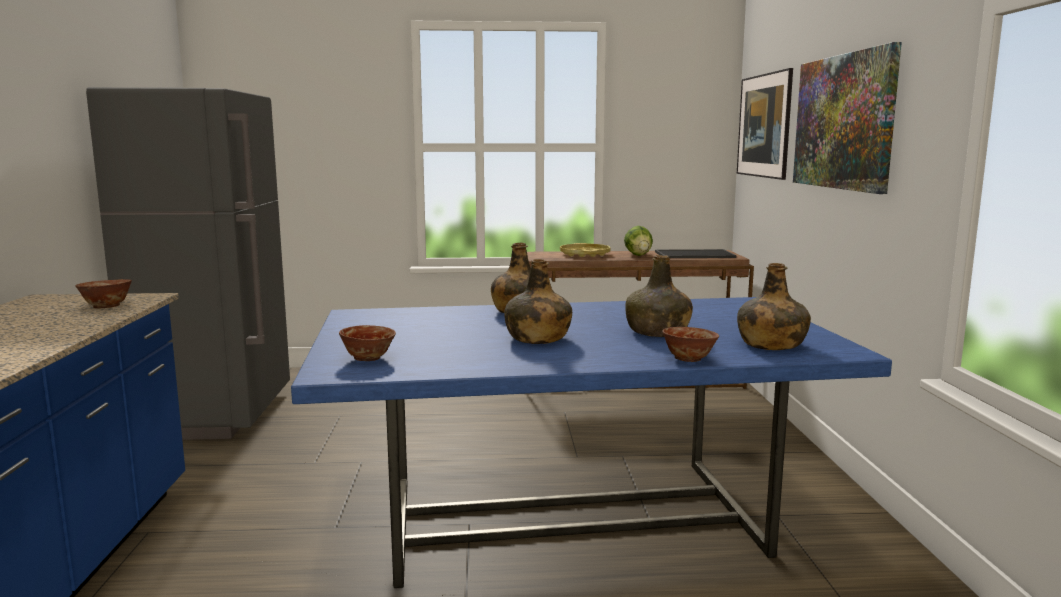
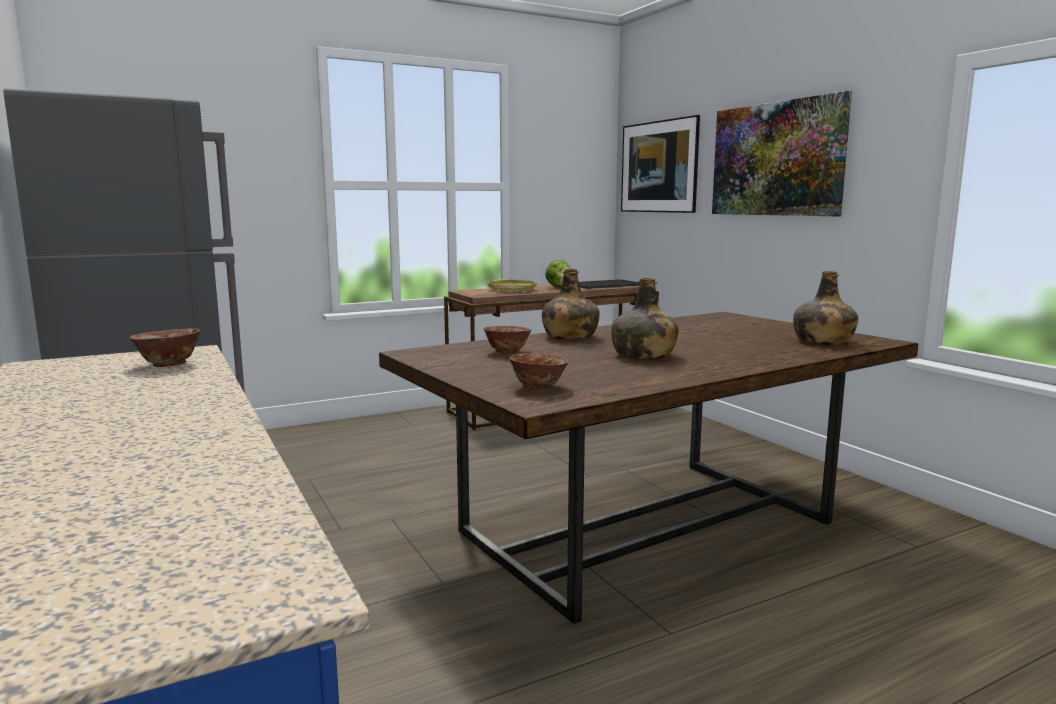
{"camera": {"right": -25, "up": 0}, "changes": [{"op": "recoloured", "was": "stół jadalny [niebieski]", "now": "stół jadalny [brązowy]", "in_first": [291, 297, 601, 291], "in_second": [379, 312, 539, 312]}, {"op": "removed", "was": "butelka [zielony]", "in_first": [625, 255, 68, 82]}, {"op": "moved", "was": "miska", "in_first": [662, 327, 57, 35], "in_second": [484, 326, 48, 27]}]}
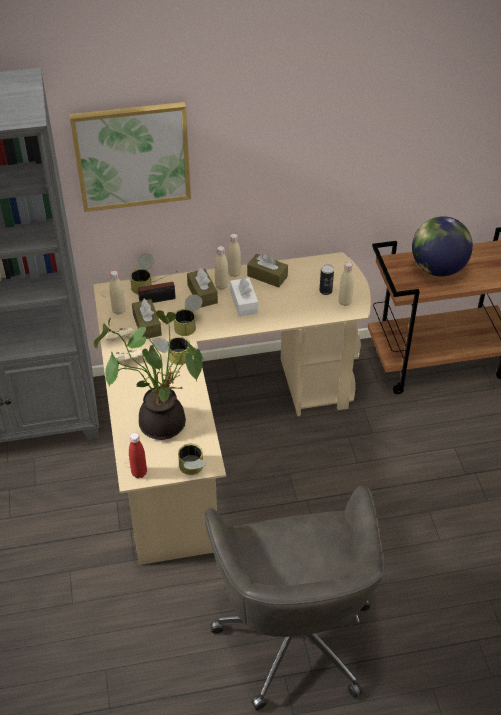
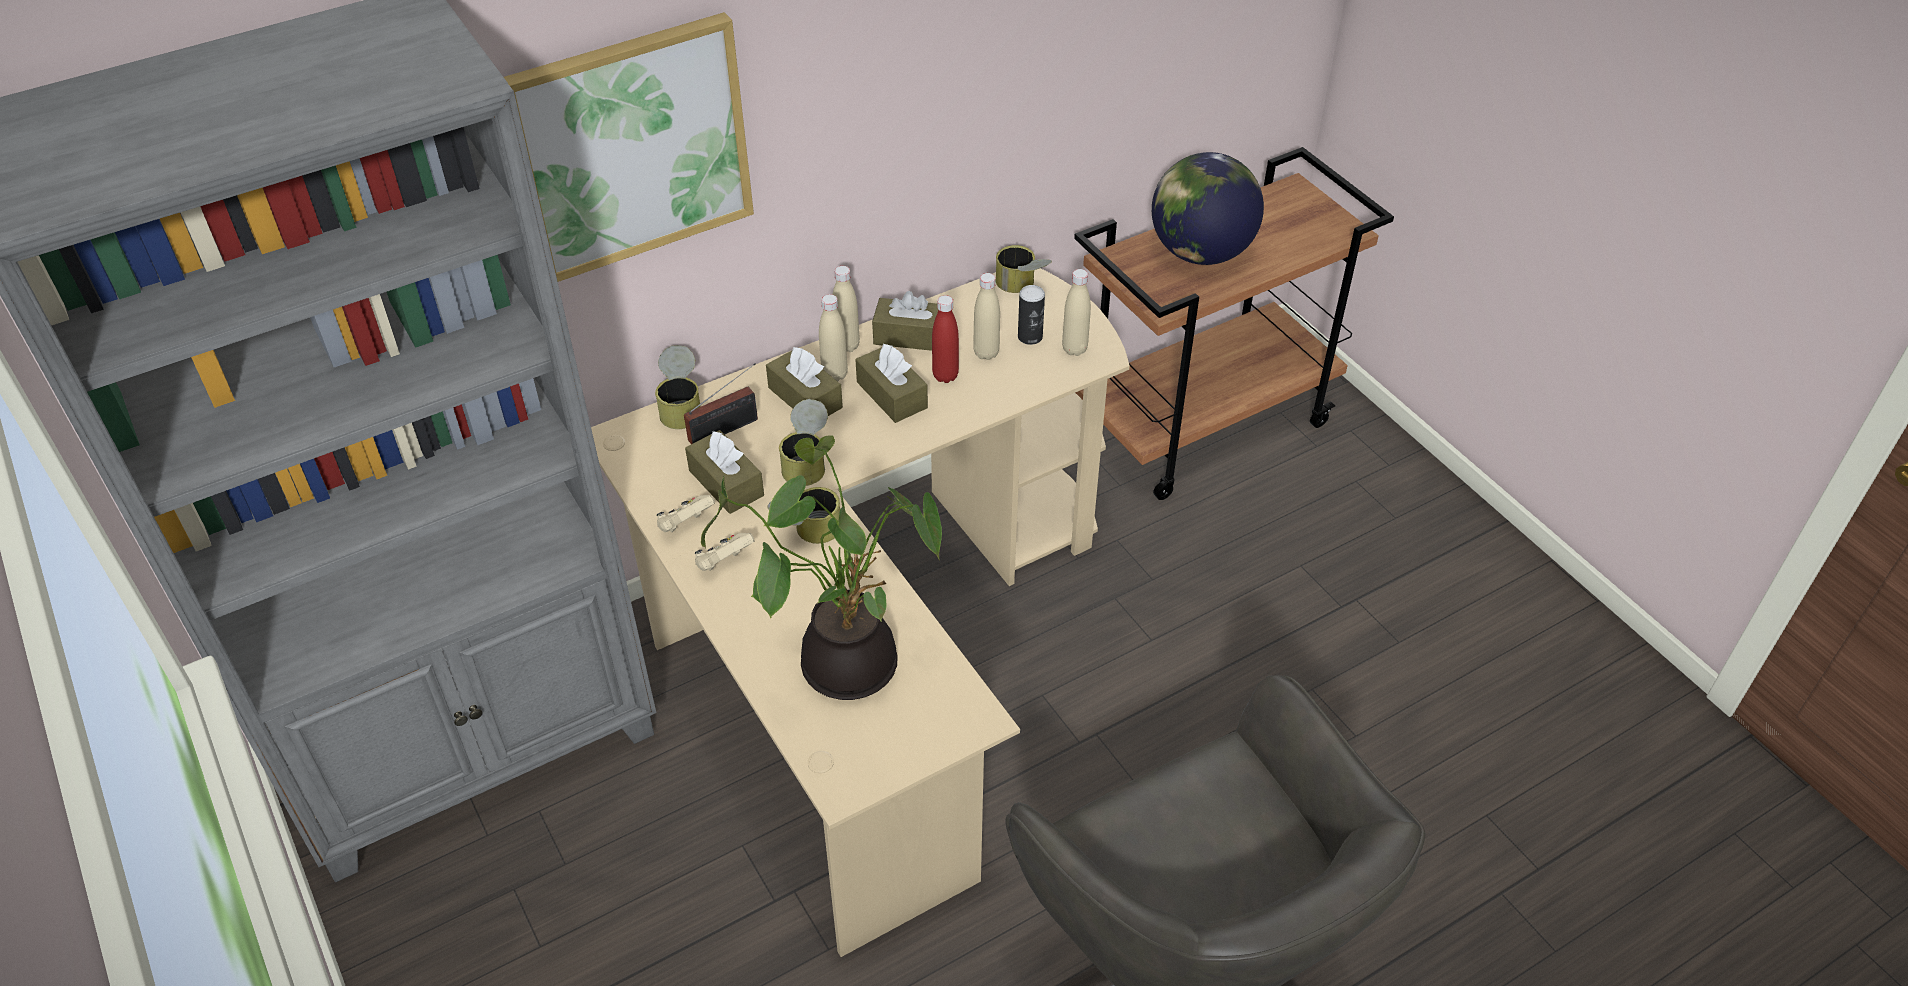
{"camera": {"right": -20, "up": 0}, "changes": [{"op": "moved", "was": "butelka [beżowy]", "in_first": [109, 270, 17, 45], "in_second": [973, 273, 27, 87]}, {"op": "moved", "was": "butelka [czerwony]", "in_first": [129, 432, 18, 46], "in_second": [932, 295, 27, 88]}, {"op": "moved", "was": "puszka", "in_first": [178, 444, 29, 31], "in_second": [996, 245, 56, 48]}, {"op": "recoloured", "was": "pudełko chusteczek [biały]", "now": "pudełko chusteczek [brązowy]", "in_first": [230, 277, 28, 40], "in_second": [855, 344, 73, 79]}]}
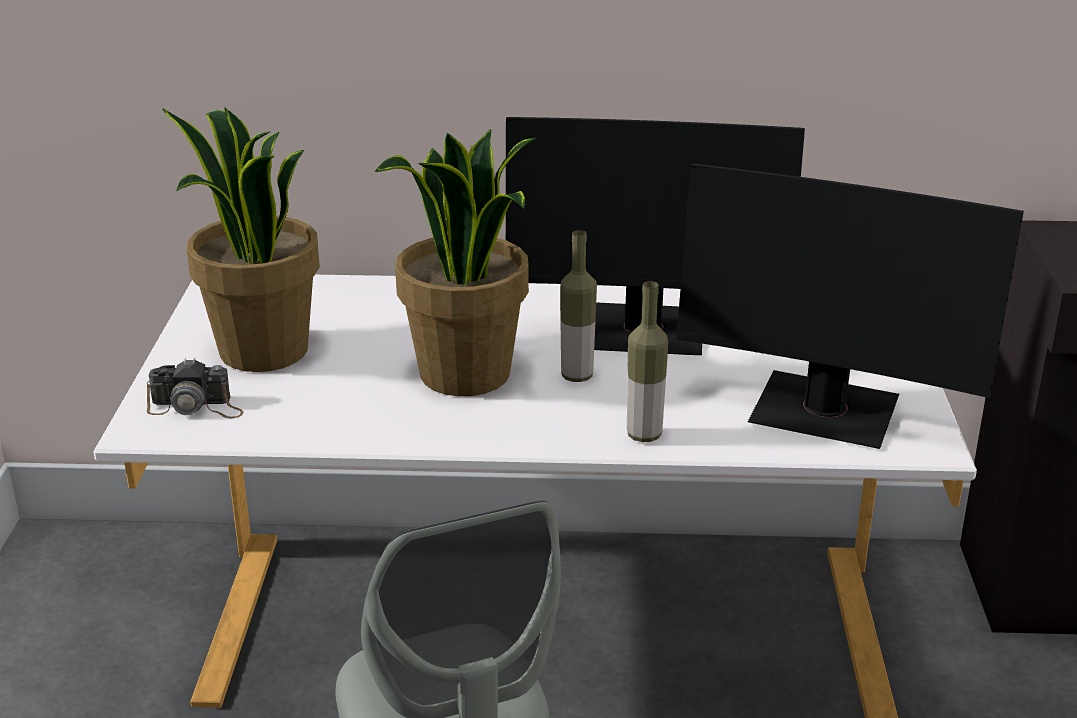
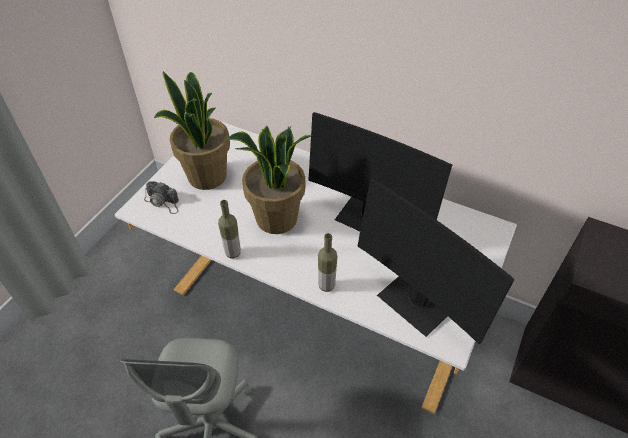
{"camera": {"right": 25, "up": 20}, "changes": [{"op": "moved", "was": "butelka", "in_first": [560, 230, 37, 152], "in_second": [218, 200, 23, 58]}]}
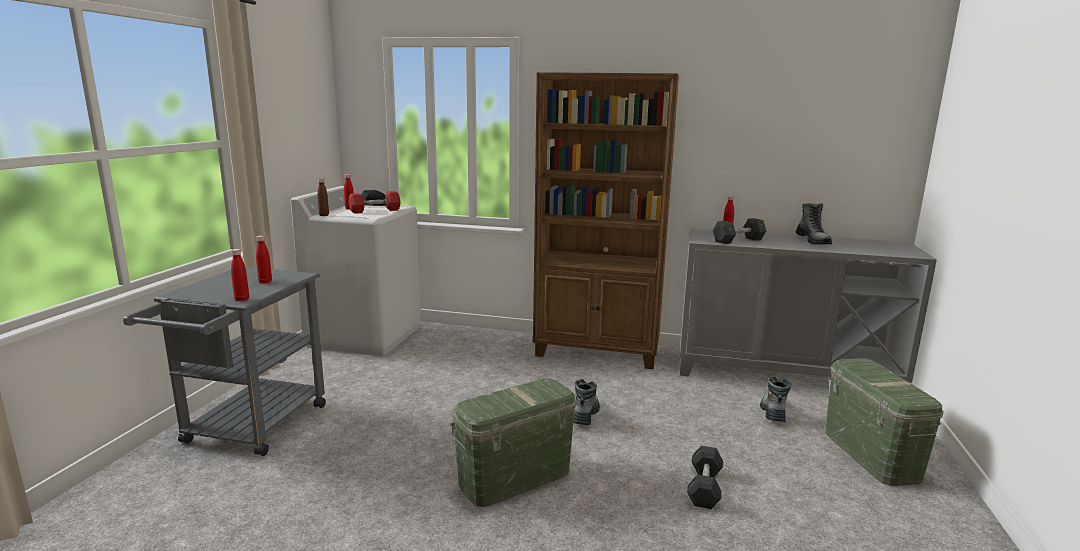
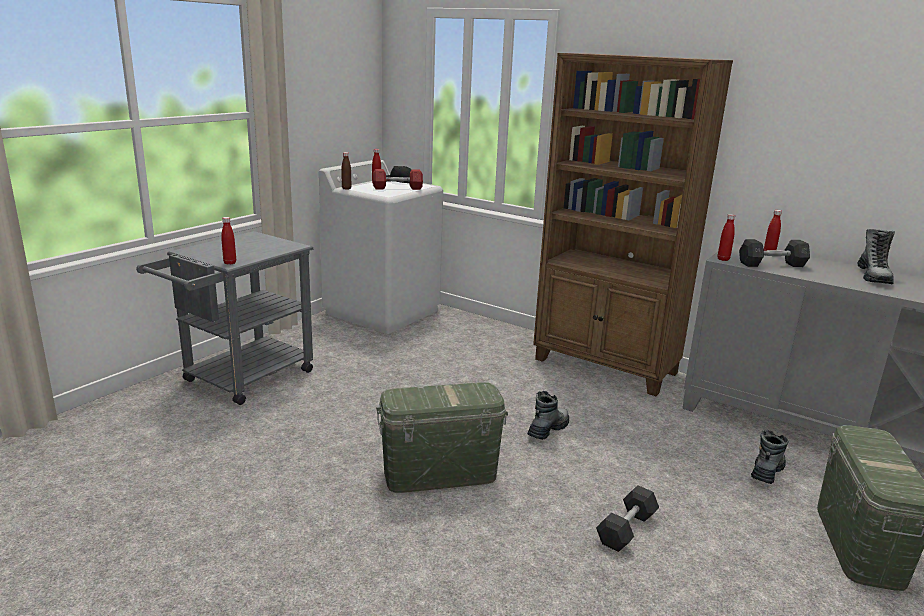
{"camera": {"right": 20, "up": 5}, "changes": [{"op": "moved", "was": "butelka [czerwony]", "in_first": [256, 236, 16, 47], "in_second": [718, 214, 17, 47]}]}
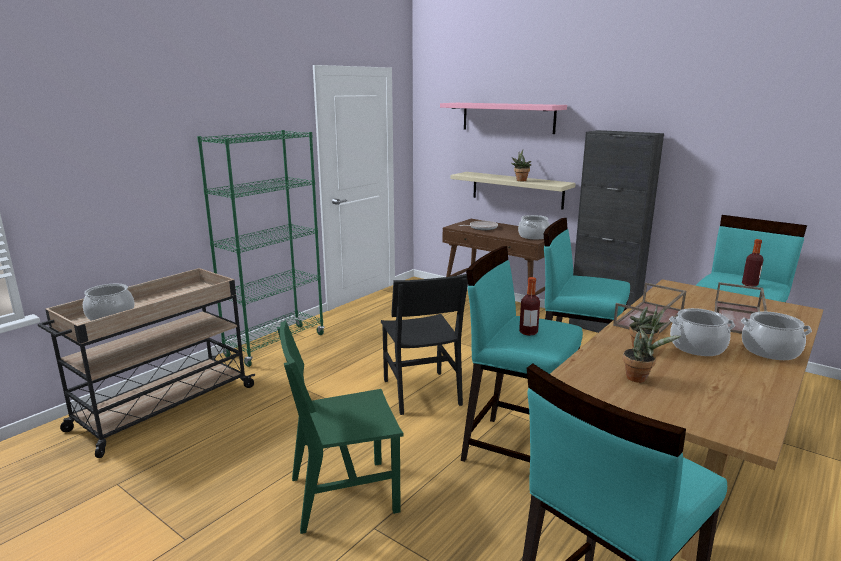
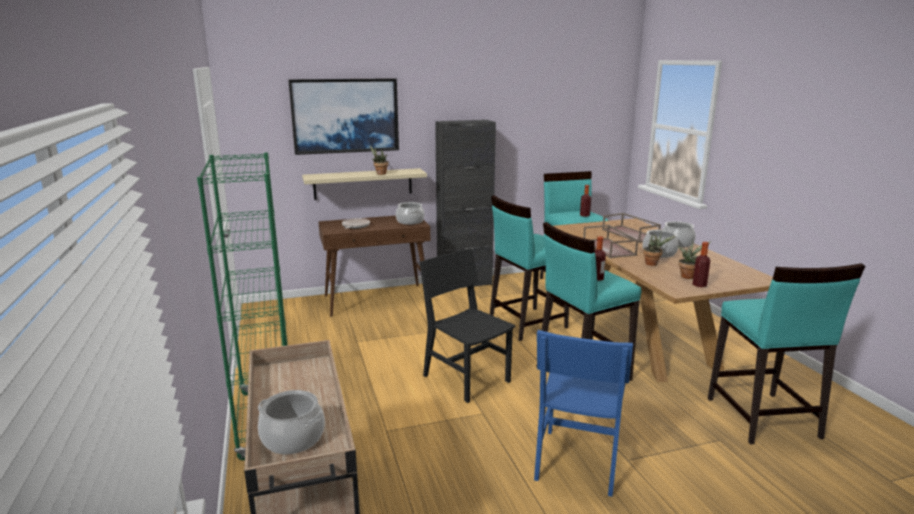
{"camera": {"right": -55, "up": 0}, "changes": [{"op": "recoloured", "was": "krzesło [zielony]", "now": "krzesło [niebieski]", "in_first": [277, 321, 127, 213], "in_second": [534, 330, 99, 167]}, {"op": "turned", "was": "krzesło [czarny]", "in_first": [381, 274, 87, 141], "in_second": [419, 248, 96, 155], "clockwise": -150}, {"op": "replaced", "was": "półka [różowy]", "now": "obraz", "in_first": [440, 103, 127, 31], "in_second": [288, 78, 111, 77]}, {"op": "added", "now": "butelka", "in_second": [693, 242, 17, 45]}]}
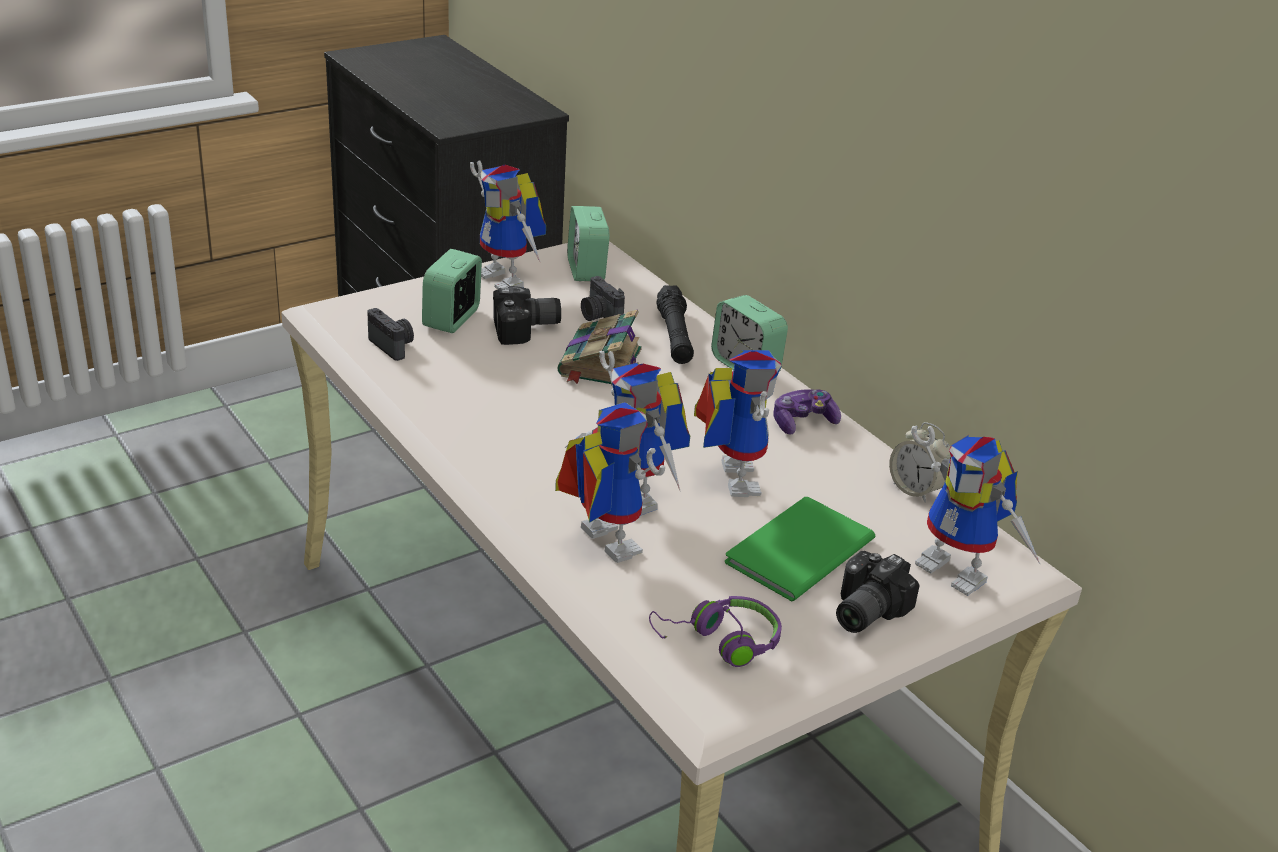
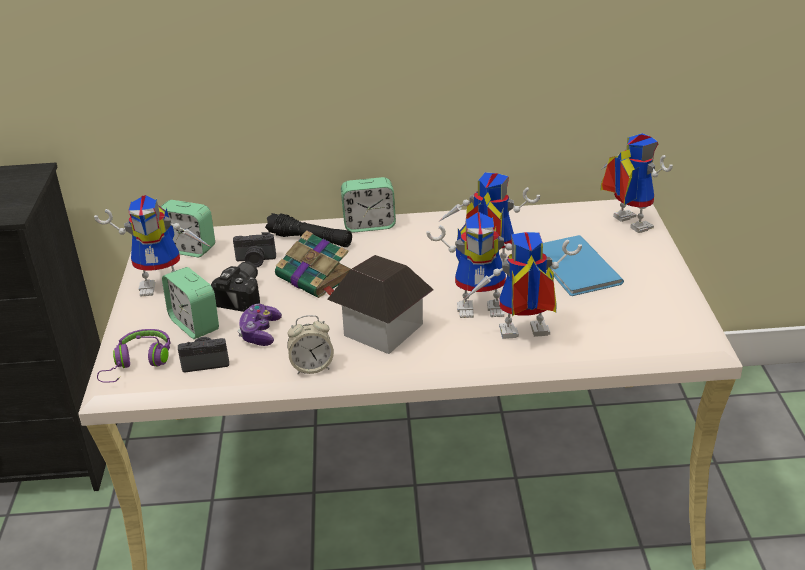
{"camera": {"right": -55, "up": 0}, "changes": [{"op": "moved", "was": "słuchawki [fioletowy]", "in_first": [649, 596, 133, 71], "in_second": [97, 329, 74, 54]}, {"op": "recoloured", "was": "książka [zielony]", "now": "książka [niebieski]", "in_first": [725, 497, 150, 104], "in_second": [543, 235, 81, 61]}, {"op": "moved", "was": "pad do gier", "in_first": [773, 389, 68, 45], "in_second": [238, 304, 44, 42]}, {"op": "removed", "was": "aparat fotograficzny", "in_first": [836, 551, 84, 82]}, {"op": "moved", "was": "budzik", "in_first": [889, 422, 62, 81], "in_second": [287, 315, 47, 60]}, {"op": "turned", "was": "robot zabawkowy", "in_first": [911, 426, 129, 170], "in_second": [601, 133, 72, 100], "clockwise": -105}, {"op": "added", "now": "domek", "in_second": [327, 255, 107, 99]}]}
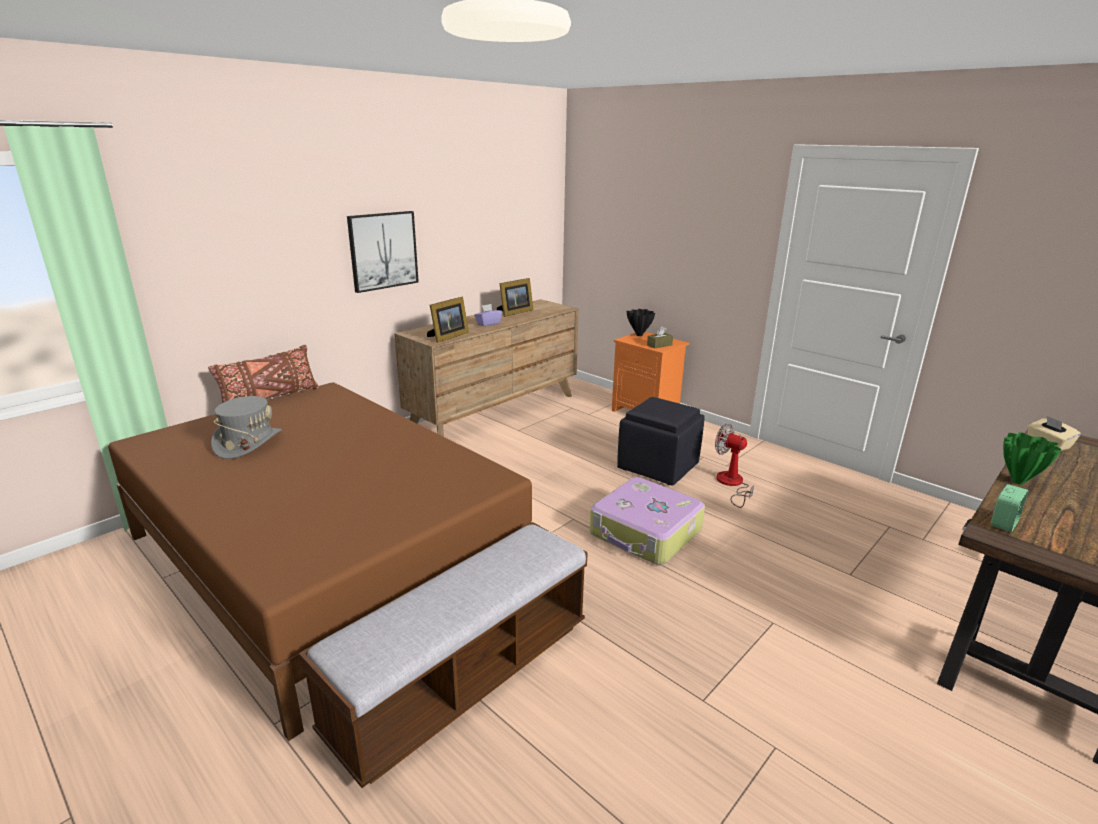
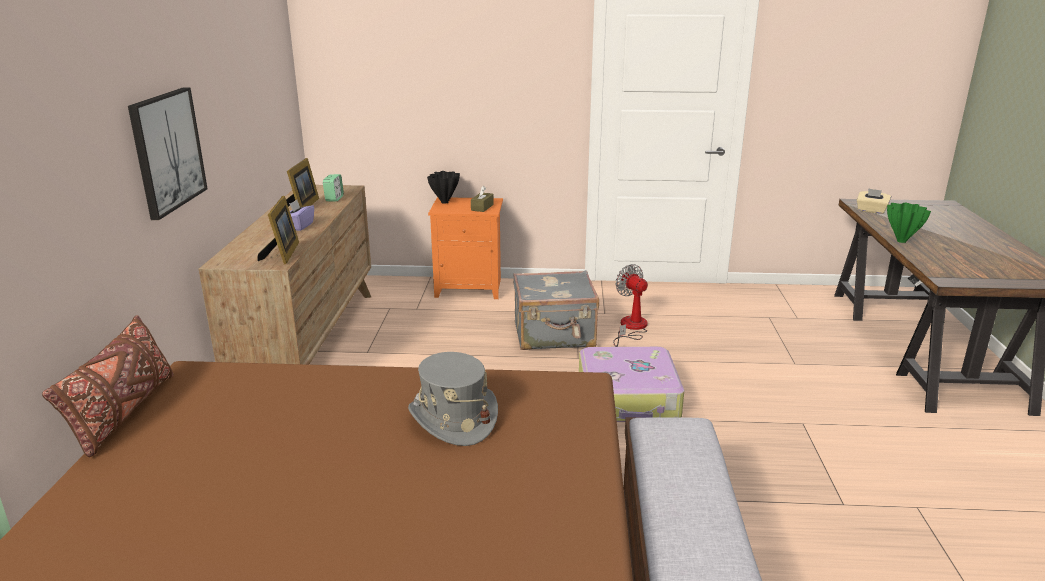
{"camera": {"right": -40, "up": 0}, "changes": [{"op": "moved", "was": "kapelusz [szary]", "in_first": [211, 396, 71, 63], "in_second": [408, 352, 90, 94]}, {"op": "replaced", "was": "pufa [czarny]", "now": "walizka [szary]", "in_first": [617, 397, 88, 89], "in_second": [513, 270, 86, 80]}, {"op": "turned", "was": "wentylator", "in_first": [715, 423, 39, 85], "in_second": [613, 264, 35, 83], "clockwise": 60}, {"op": "moved", "was": "budzik", "in_first": [991, 484, 37, 48], "in_second": [323, 174, 21, 28]}]}
